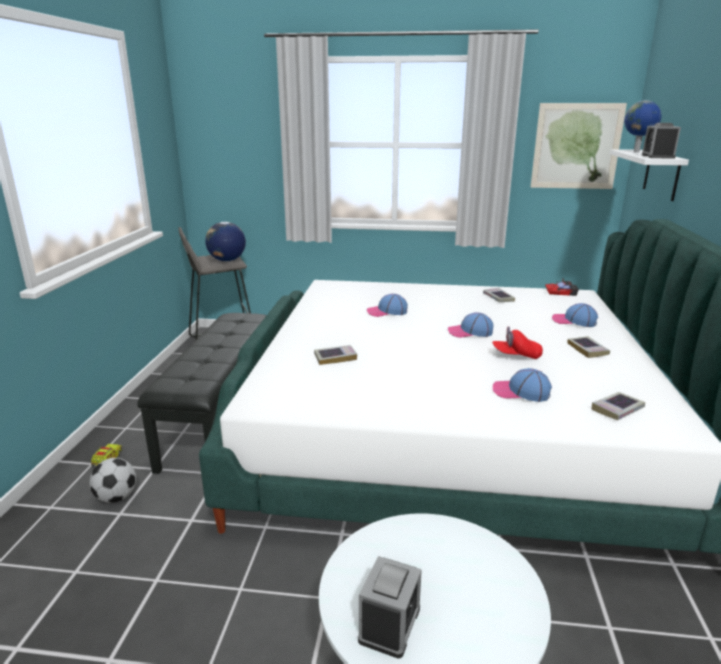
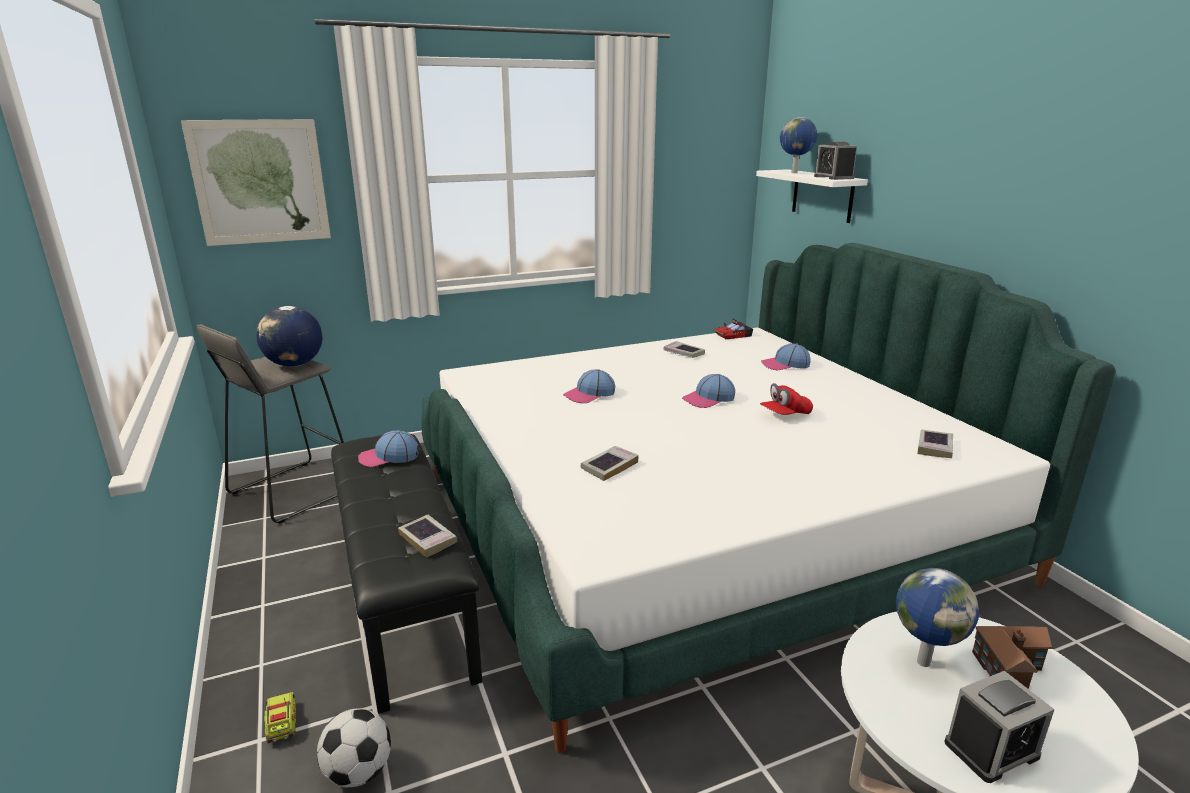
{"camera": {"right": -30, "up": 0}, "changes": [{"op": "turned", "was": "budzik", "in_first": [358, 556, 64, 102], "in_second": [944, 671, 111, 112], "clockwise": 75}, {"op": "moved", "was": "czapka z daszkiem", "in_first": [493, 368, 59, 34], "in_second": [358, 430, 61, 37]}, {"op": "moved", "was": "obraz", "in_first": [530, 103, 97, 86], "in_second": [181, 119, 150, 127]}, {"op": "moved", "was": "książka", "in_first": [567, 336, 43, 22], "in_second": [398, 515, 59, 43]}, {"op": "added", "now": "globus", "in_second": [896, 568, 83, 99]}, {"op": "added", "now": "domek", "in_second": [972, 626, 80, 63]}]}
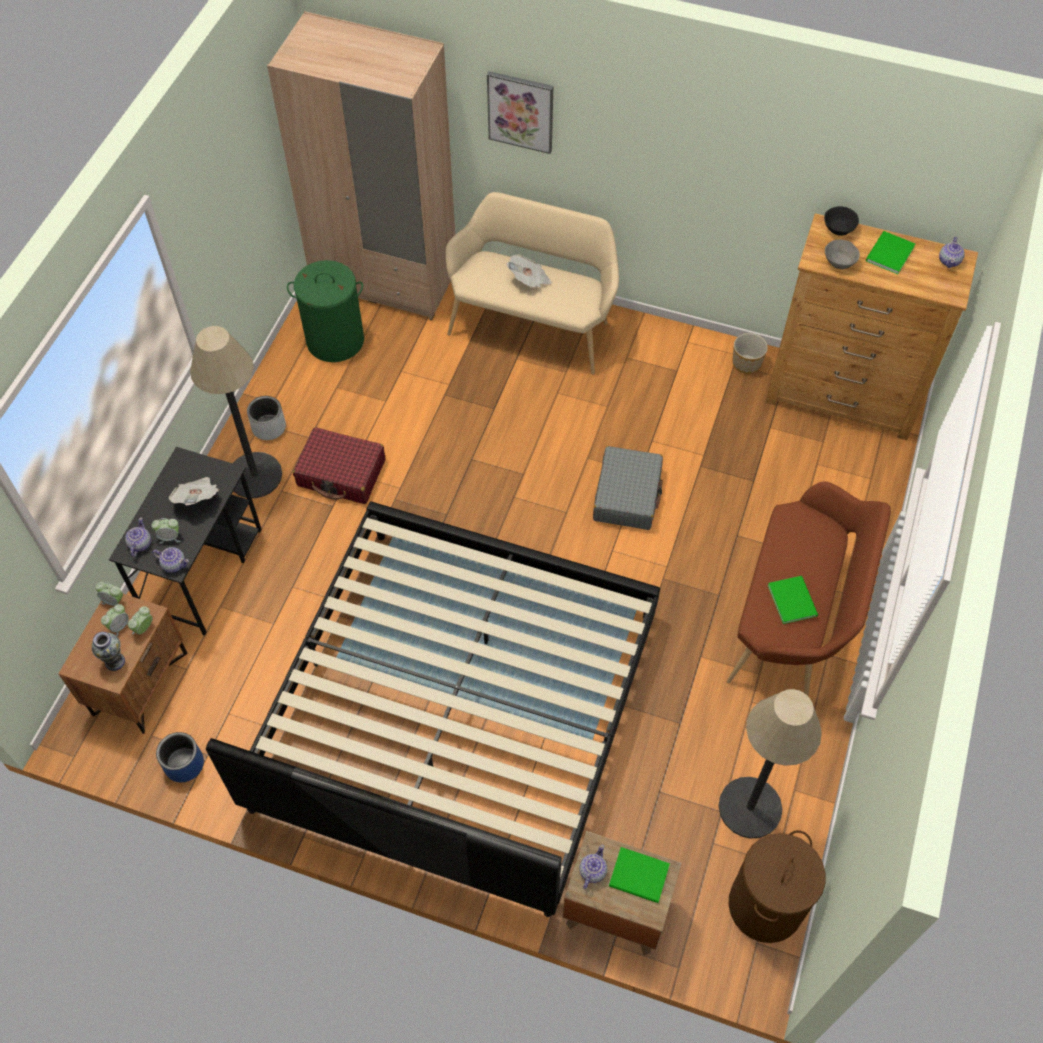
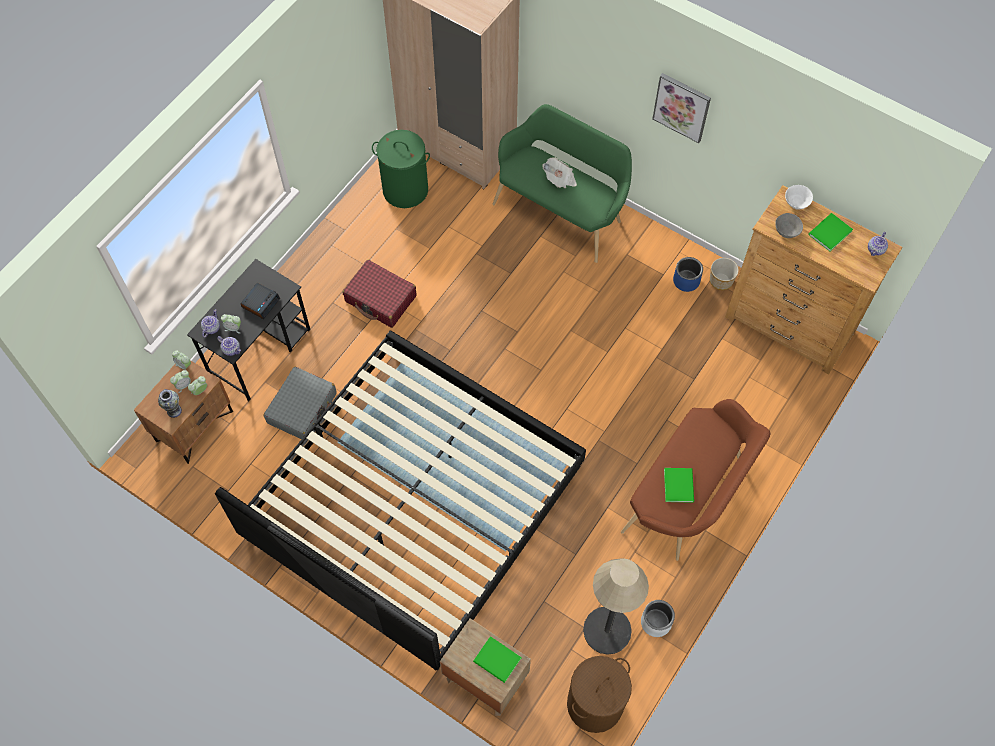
{"camera": {"right": 15, "up": 5}, "changes": [{"op": "moved", "was": "donica [niebieski]", "in_first": [156, 732, 48, 50], "in_second": [673, 257, 30, 35]}, {"op": "replaced", "was": "gazeta", "now": "budzik", "in_first": [169, 477, 50, 28], "in_second": [240, 283, 40, 36]}, {"op": "removed", "was": "lampa stojąca", "in_first": [190, 326, 92, 172]}, {"op": "moved", "was": "donica [szary]", "in_first": [247, 396, 39, 44], "in_second": [641, 600, 34, 37]}, {"op": "recoloured", "was": "ławka [beżowy]", "now": "ławka [zielony]", "in_first": [445, 192, 174, 183], "in_second": [493, 104, 139, 159]}, {"op": "moved", "was": "obraz", "in_first": [487, 71, 66, 83], "in_second": [652, 73, 59, 70]}, {"op": "removed", "was": "imbryk", "in_first": [579, 845, 28, 44]}, {"op": "moved", "was": "walizka [szary]", "in_first": [593, 446, 70, 84], "in_second": [263, 366, 74, 73]}, {"op": "recoloured", "was": "miska [czarny]", "now": "miska [biały]", "in_first": [824, 206, 35, 30], "in_second": [785, 185, 28, 25]}]}
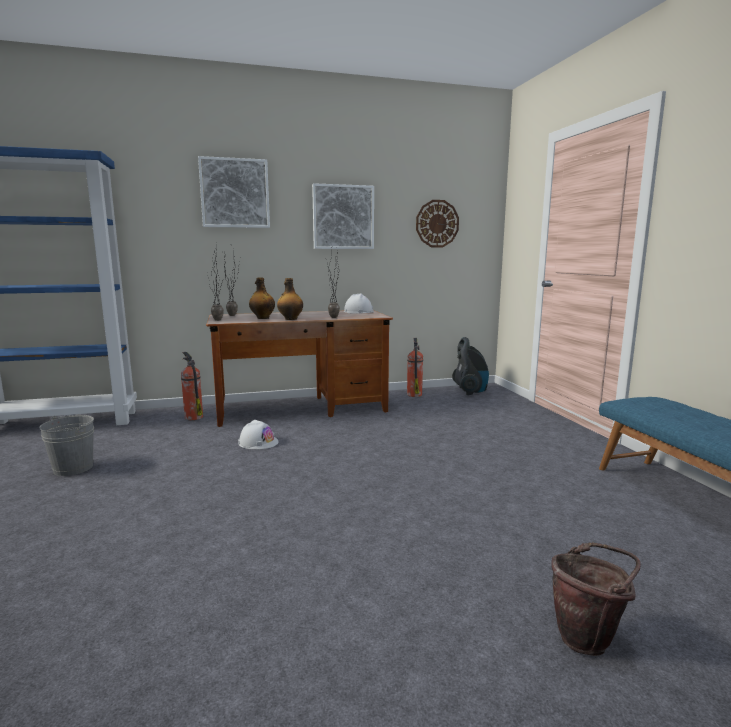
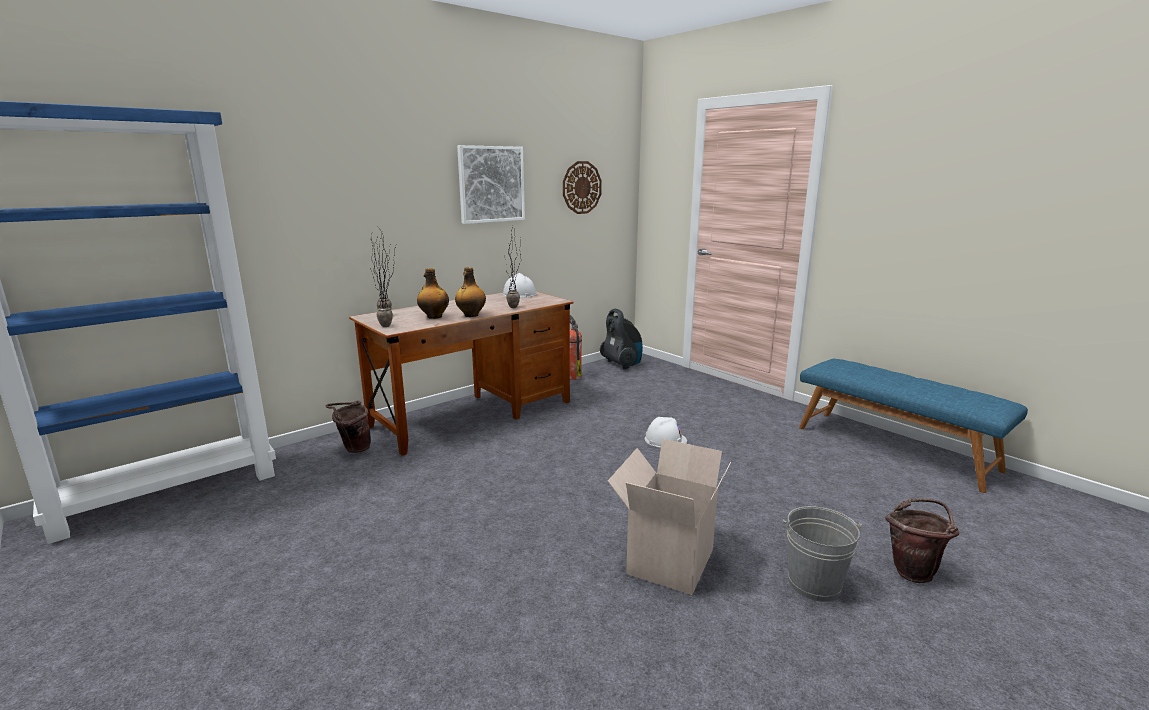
{"camera": {"right": -25, "up": 5}, "changes": [{"op": "moved", "was": "wiadro [szary]", "in_first": [40, 415, 54, 61], "in_second": [783, 506, 79, 96]}, {"op": "replaced", "was": "gaśnica", "now": "wiadro [brązowy]", "in_first": [181, 352, 22, 68], "in_second": [325, 400, 46, 53]}, {"op": "removed", "was": "obraz", "in_first": [198, 156, 72, 72]}, {"op": "moved", "was": "kask [biały]", "in_first": [238, 420, 40, 29], "in_second": [644, 417, 43, 31]}, {"op": "added", "now": "karton", "in_second": [608, 439, 123, 156]}]}
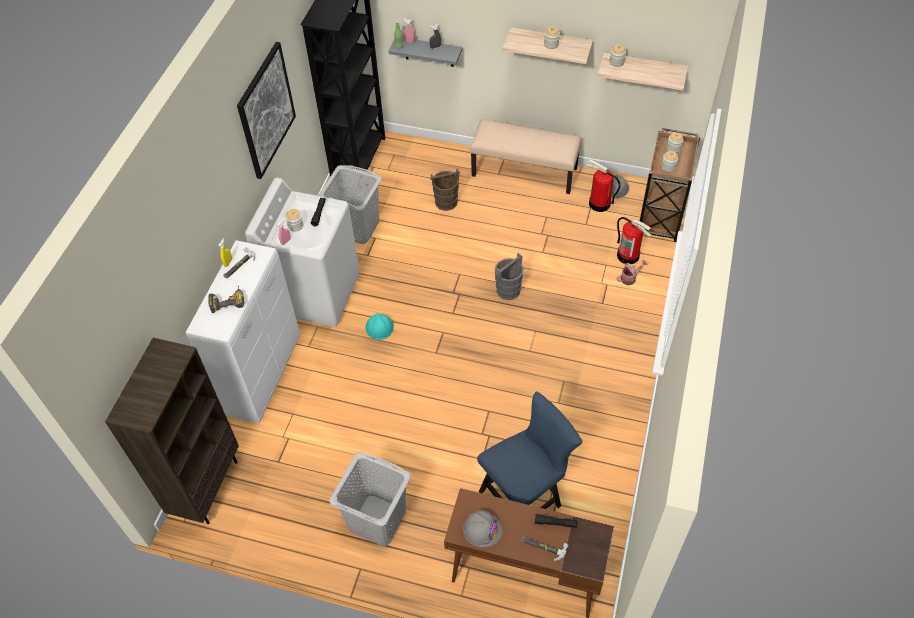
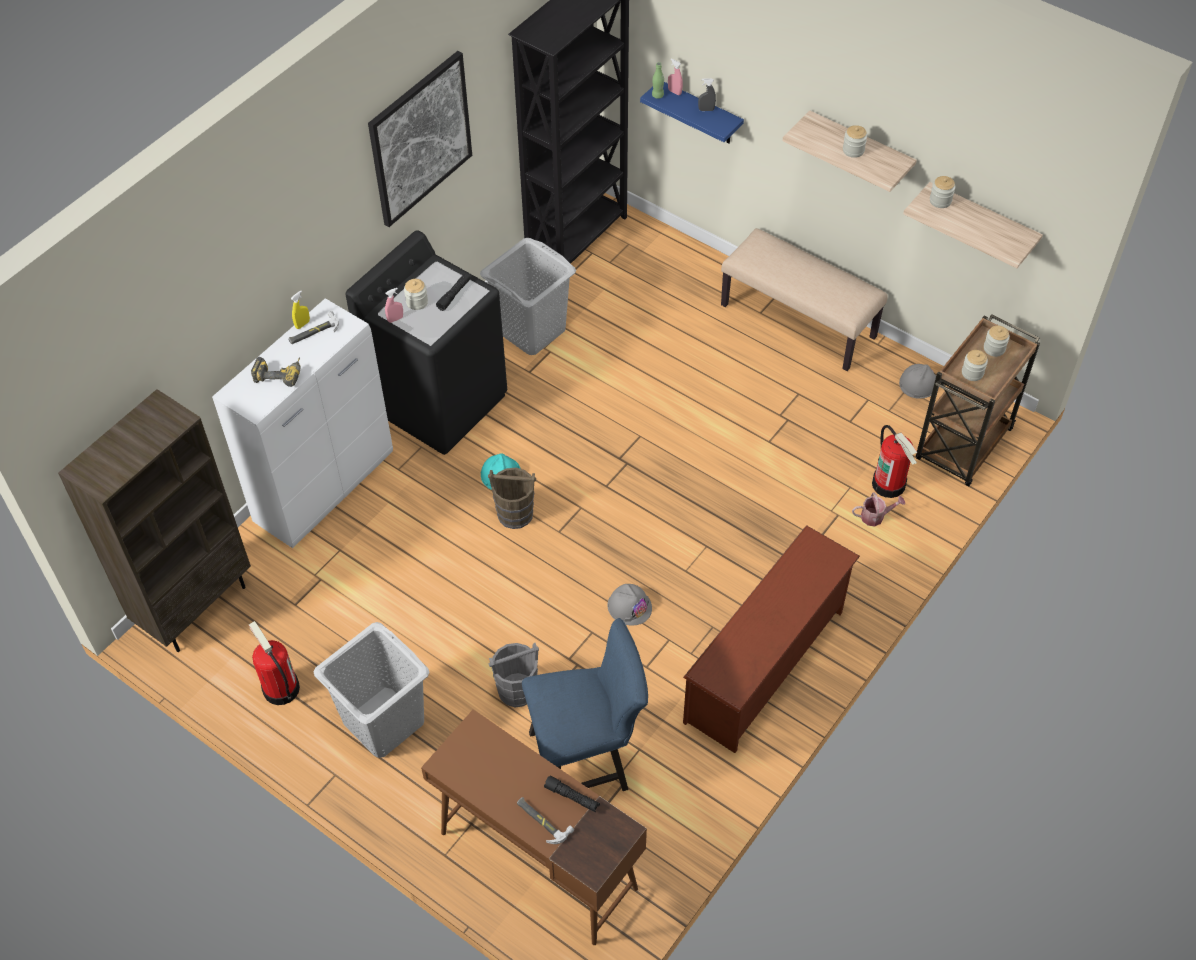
{"camera": {"right": 20, "up": 0}, "changes": [{"op": "recoloured", "was": "pralka [biały]", "now": "pralka [czarny]", "in_first": [245, 177, 115, 150], "in_second": [345, 230, 162, 225]}, {"op": "recoloured", "was": "półka [szary]", "now": "półka [niebieski]", "in_first": [388, 38, 74, 29], "in_second": [640, 82, 104, 61]}, {"op": "moved", "was": "wiadro [brązowy]", "in_first": [430, 169, 30, 42], "in_second": [488, 468, 48, 61]}, {"op": "moved", "was": "kask [szary]", "in_first": [463, 510, 39, 37], "in_second": [607, 584, 45, 42]}, {"op": "moved", "was": "wiadro [szary]", "in_first": [495, 253, 29, 47], "in_second": [489, 643, 50, 64]}, {"op": "moved", "was": "gaśnica", "in_first": [586, 159, 34, 53], "in_second": [249, 621, 51, 84]}, {"op": "added", "now": "regał na buty [brązowy]", "in_second": [683, 525, 177, 228]}]}
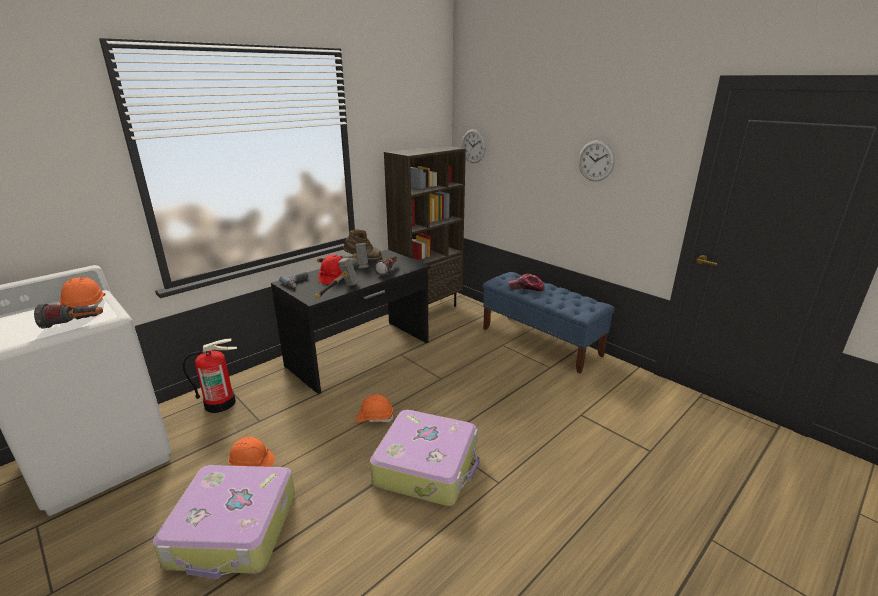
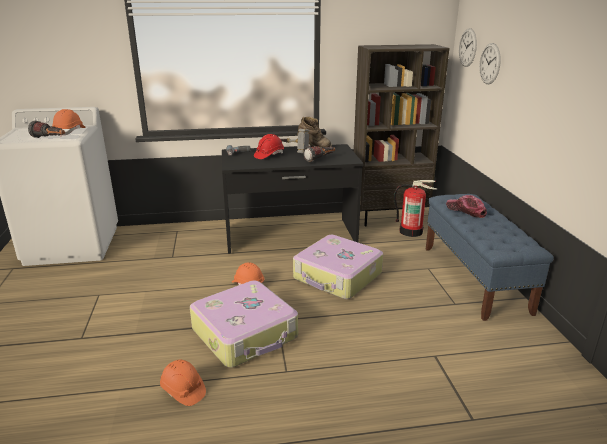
{"camera": {"right": 35, "up": 0}, "changes": [{"op": "moved", "was": "walizka", "in_first": [153, 465, 142, 114], "in_second": [293, 235, 90, 64]}, {"op": "moved", "was": "gaśnica", "in_first": [182, 338, 55, 75], "in_second": [394, 180, 43, 57]}, {"op": "moved", "was": "kask [pomarańczowy]", "in_first": [228, 437, 47, 30], "in_second": [160, 360, 46, 46]}, {"op": "removed", "was": "młotek", "in_first": [315, 258, 44, 40]}, {"op": "moved", "was": "zegar ścienny", "in_first": [578, 140, 37, 41], "in_second": [479, 43, 22, 41]}]}
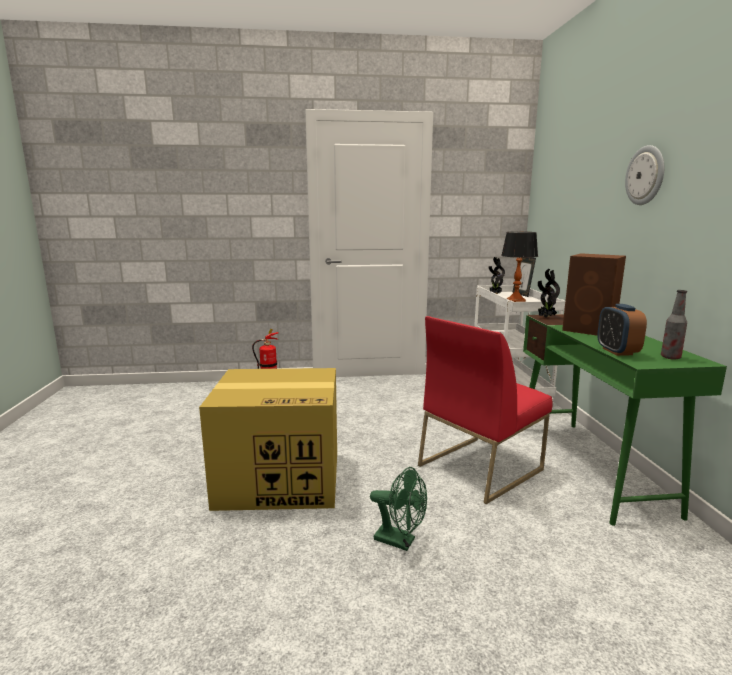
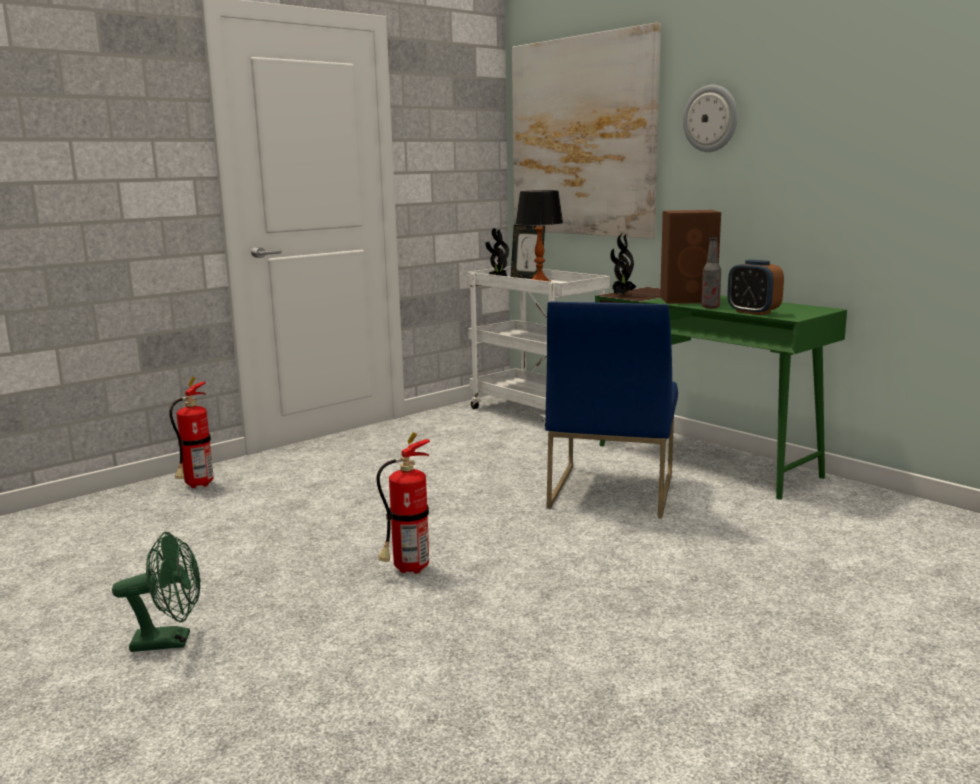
{"camera": {"right": -35, "up": 0}, "changes": [{"op": "replaced", "was": "karton", "now": "gaśnica", "in_first": [199, 368, 138, 143], "in_second": [377, 433, 53, 141]}, {"op": "moved", "was": "wentylator [zielony]", "in_first": [370, 467, 57, 84], "in_second": [112, 532, 88, 120]}, {"op": "recoloured", "was": "krzesło [czerwony]", "now": "krzesło [niebieski]", "in_first": [418, 316, 135, 188], "in_second": [545, 301, 133, 218]}, {"op": "moved", "was": "butelka", "in_first": [661, 290, 26, 70], "in_second": [701, 238, 20, 70]}, {"op": "added", "now": "obraz", "in_second": [512, 23, 149, 216]}]}
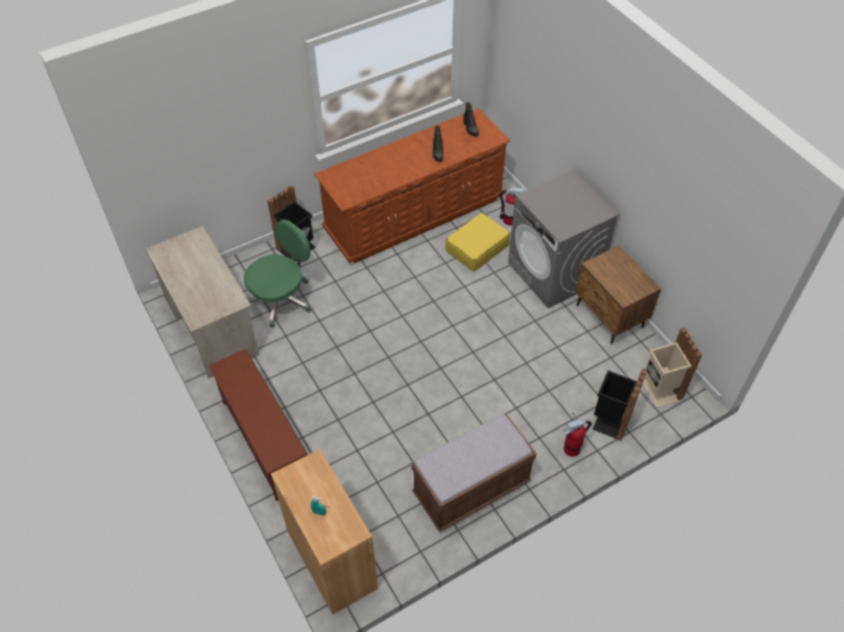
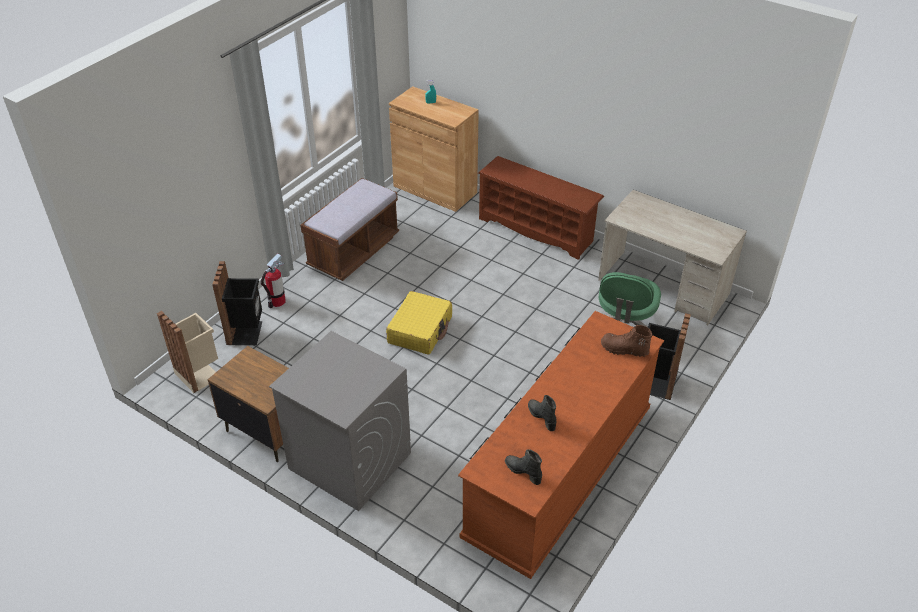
{"camera": {"right": 155, "up": -10}, "changes": [{"op": "moved", "was": "walizka [żółty]", "in_first": [445, 213, 65, 59], "in_second": [386, 291, 66, 64]}, {"op": "removed", "was": "gaśnica", "in_first": [499, 188, 26, 38]}, {"op": "added", "now": "but z cholewką [brązowy]", "in_second": [601, 325, 51, 32]}]}
